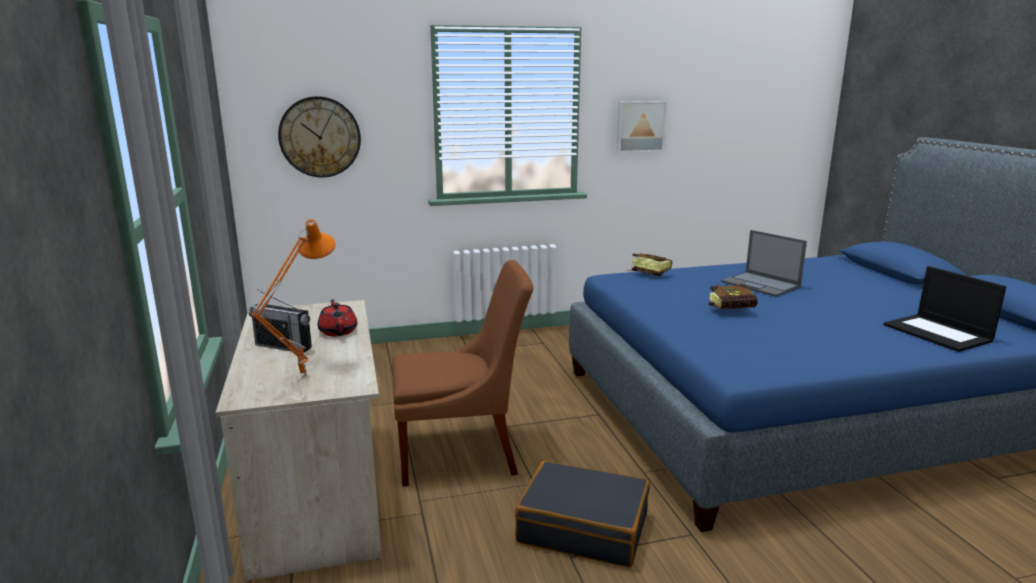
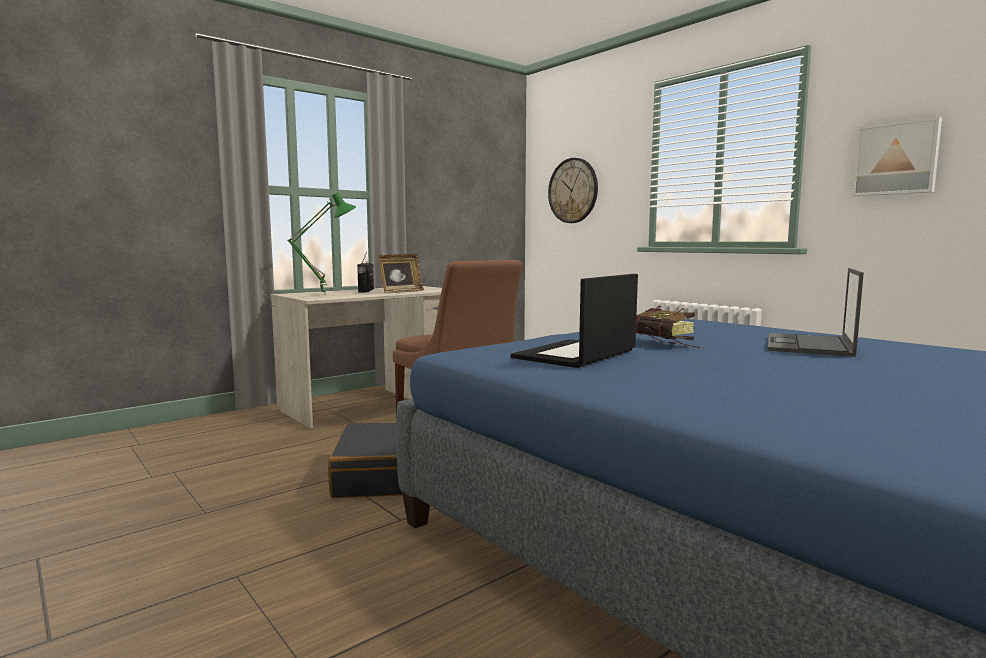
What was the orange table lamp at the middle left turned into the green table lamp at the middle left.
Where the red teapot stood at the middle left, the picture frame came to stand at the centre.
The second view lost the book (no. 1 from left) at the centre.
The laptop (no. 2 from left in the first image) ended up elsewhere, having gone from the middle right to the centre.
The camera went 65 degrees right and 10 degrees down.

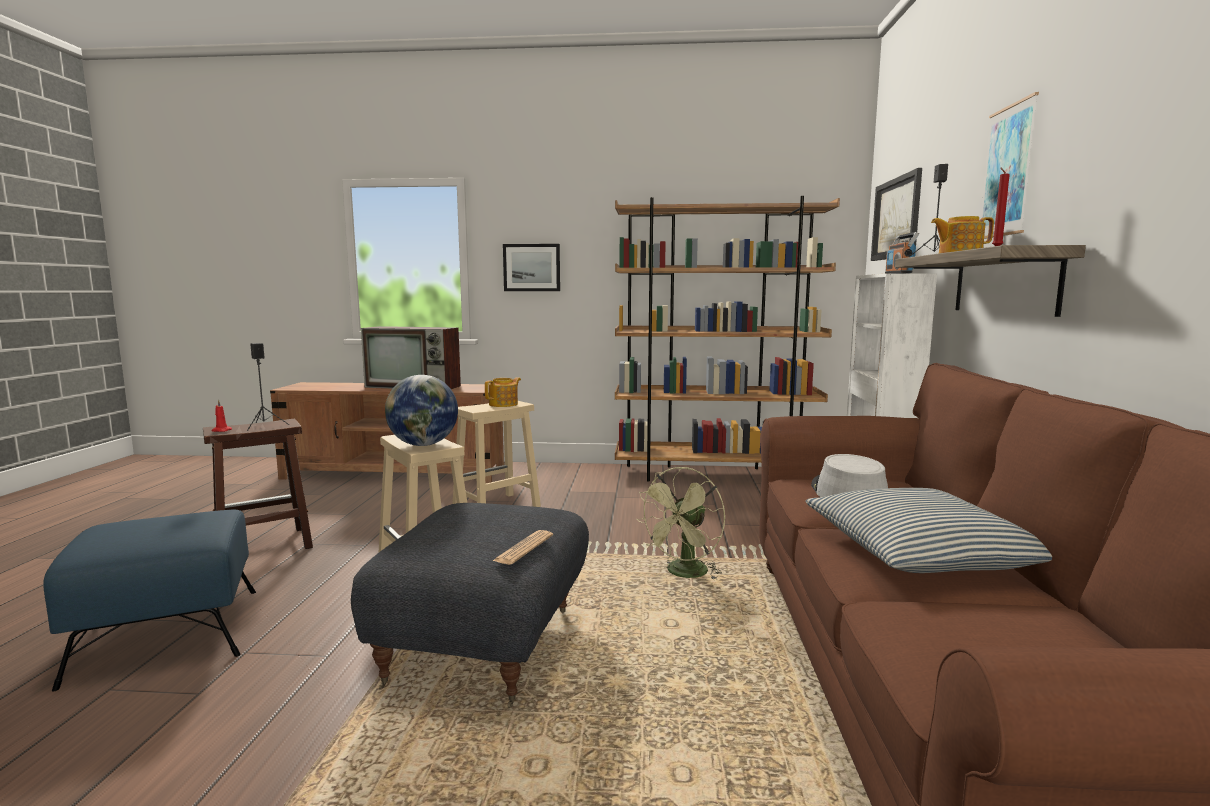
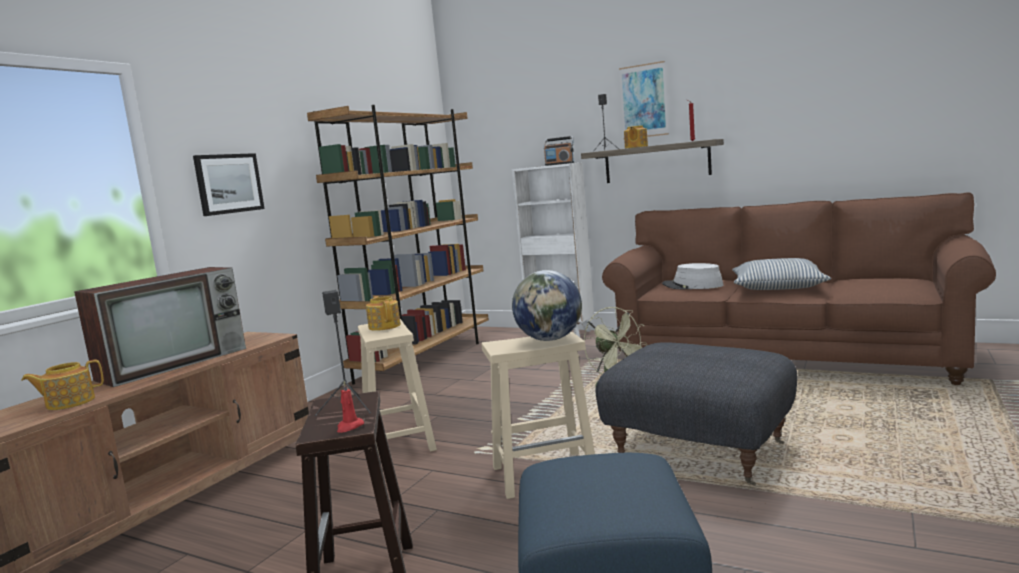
The second view lost the newspaper at the bottom centre.
The second view lost the picture (no. 2 from left) at the top right.
The second view gained the teapot (no. 1 from left) at the bottom left.
The camera went 65 degrees left and 0 degrees up.

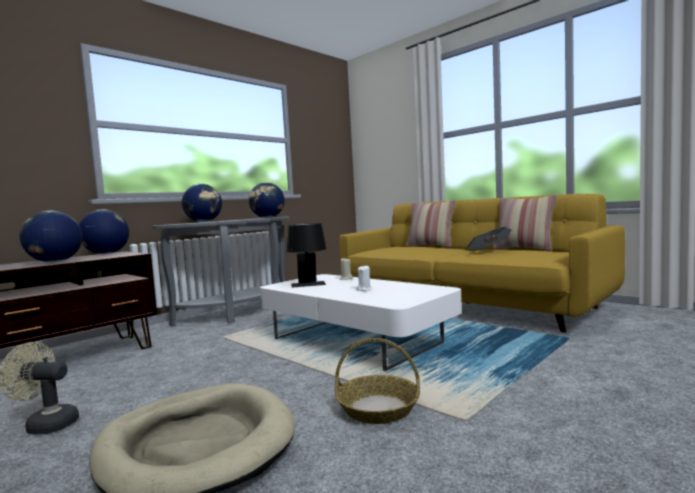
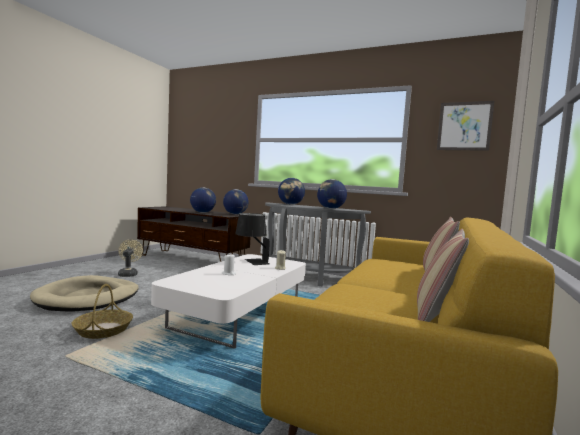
The second view lost the newspaper at the middle right.
The second view gained the picture at the top right.
The camera went 70 degrees right and 0 degrees up.

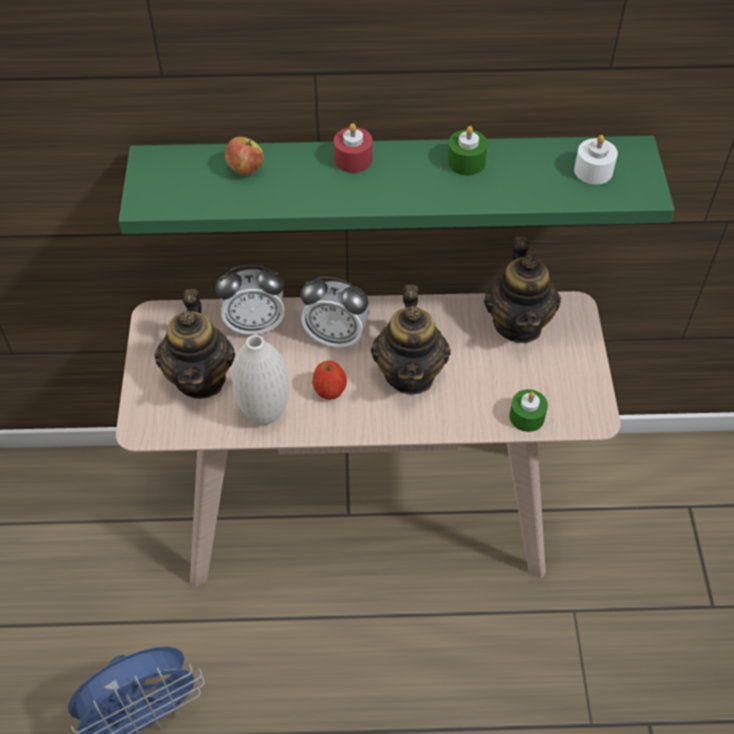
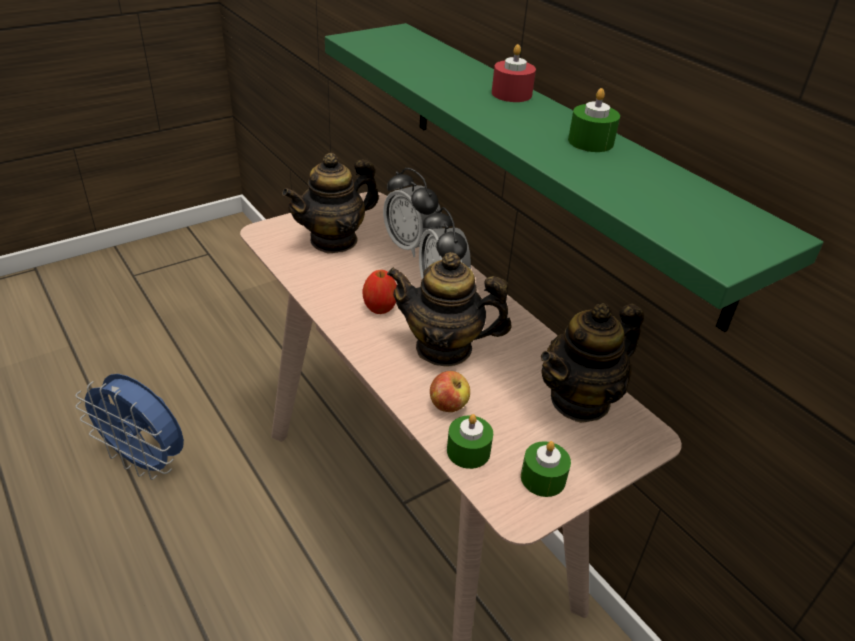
The apple (no. 1 from left in the first image) ended up elsewhere, having gone from the top left to the centre.
The second view lost the white vase at the centre.
The teapot (no. 2 from left) at the centre ended up facing another way, 45 degrees clockwise from before.
The second view lost the white candle at the top right.
The second view gained the green candle (no. 2 from left) at the bottom centre.
The camera went 55 degrees right and 15 degrees down.

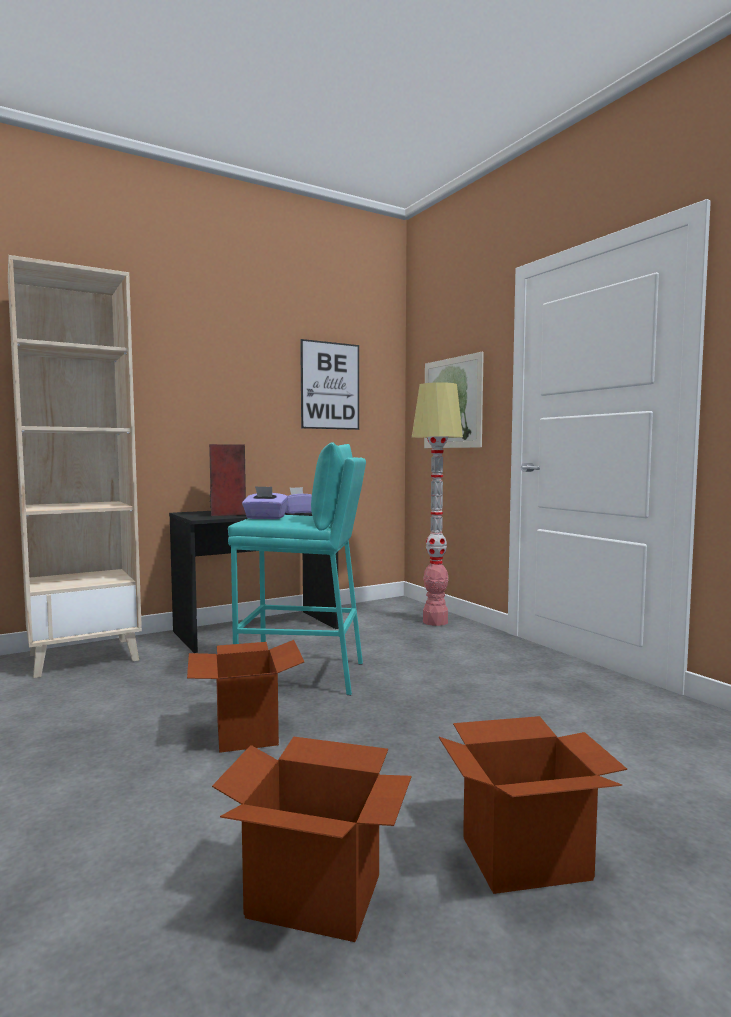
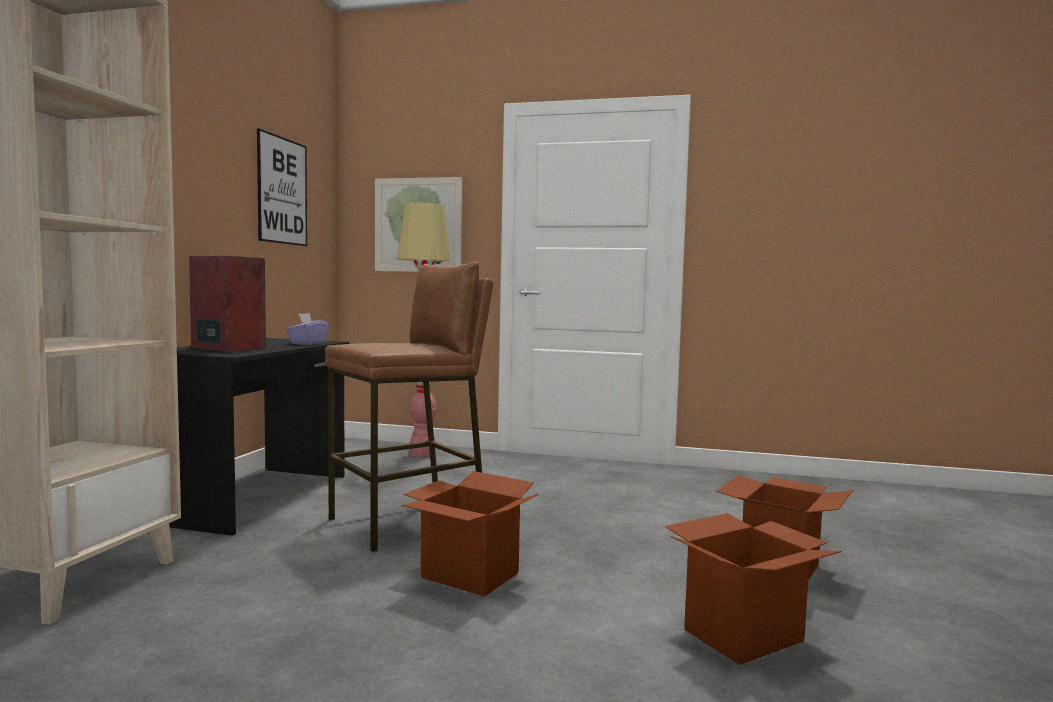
What was the turquoise stool at the centre turned into the brown stool at the centre.
The second view lost the purple tissue box (no. 1 from left) at the centre.
The camera went 45 degrees left and 0 degrees up.

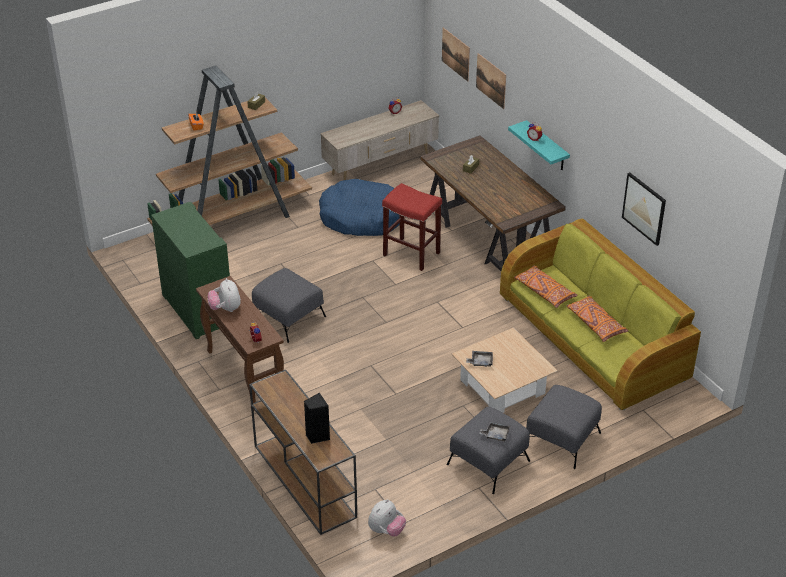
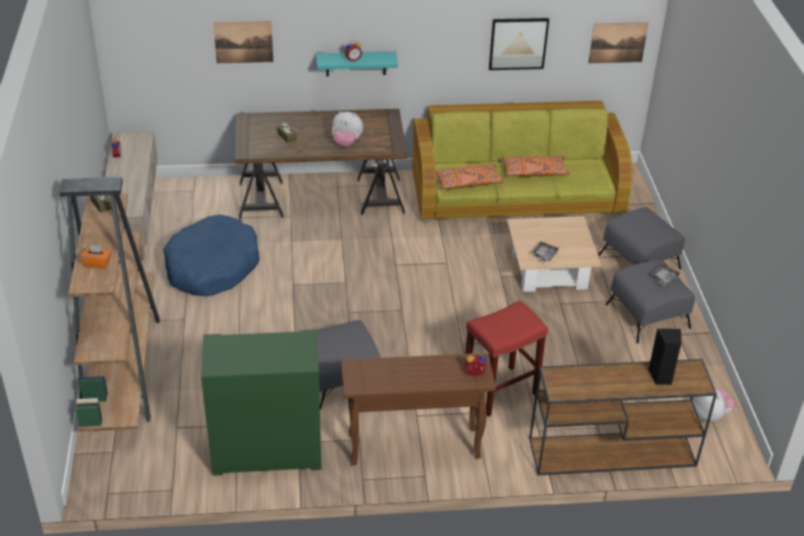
The plush toy (no. 1 from left) ended up elsewhere, having gone from the middle left to the top centre.
The red stool ended up elsewhere, having gone from the centre to the bottom centre.
The picture (no. 1 from left in the first image) ended up elsewhere, having gone from the top centre to the top right.
The camera went 65 degrees left and 0 degrees up.

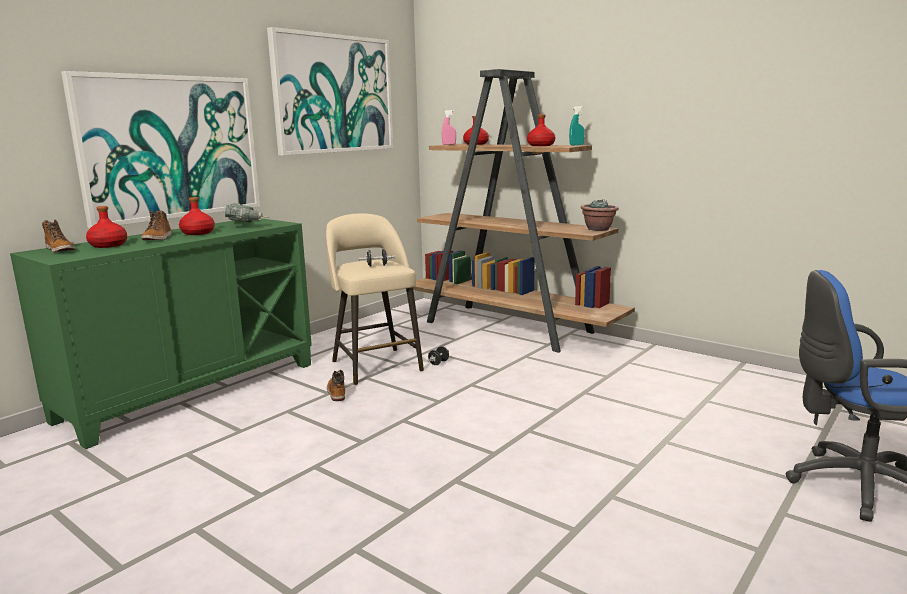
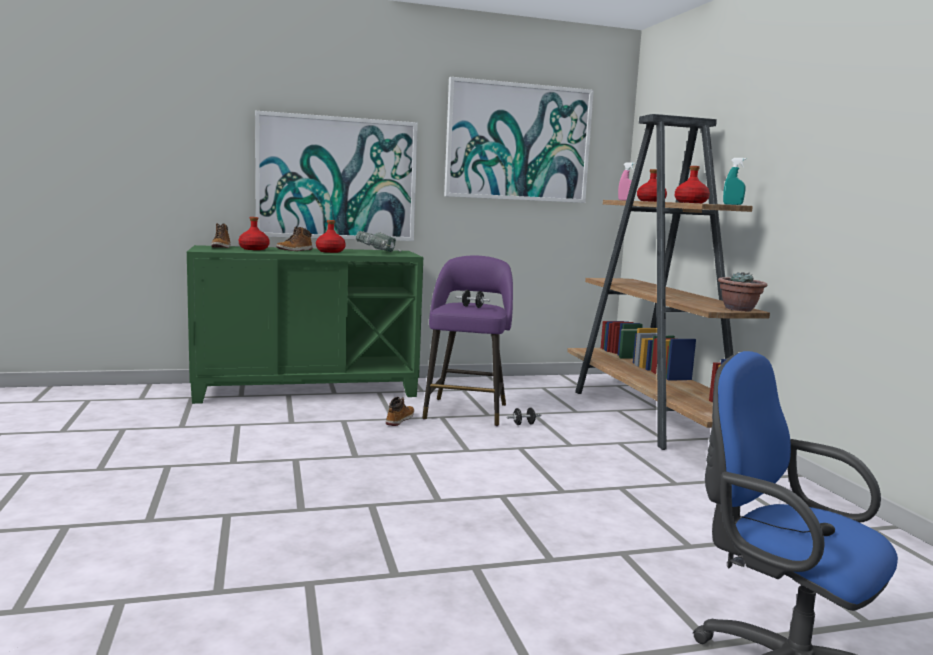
What was the beige stool at the centre turned into the purple stool at the centre.
The camera went 35 degrees right and 5 degrees down.

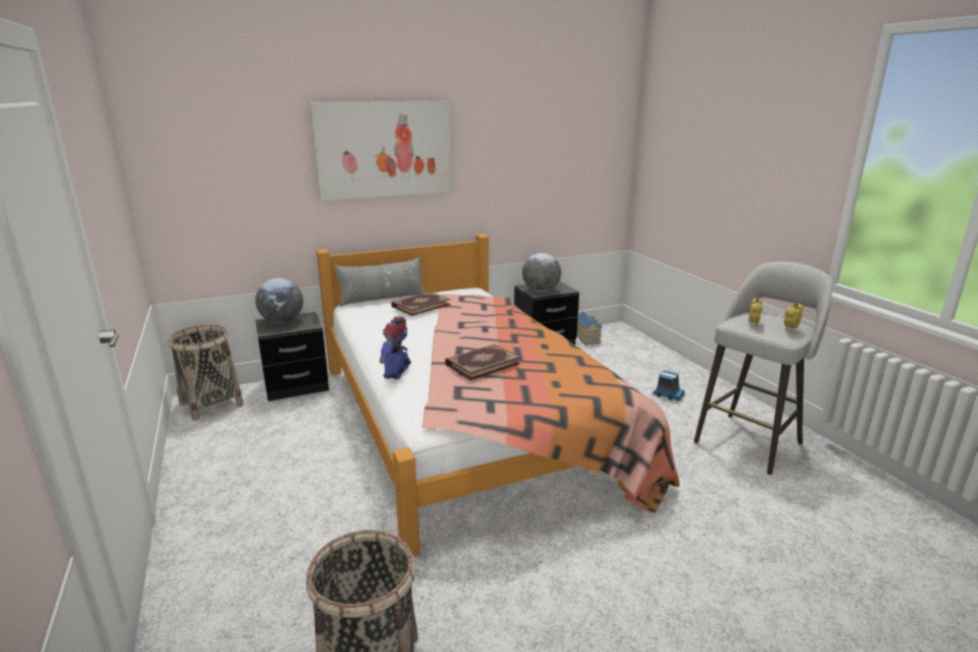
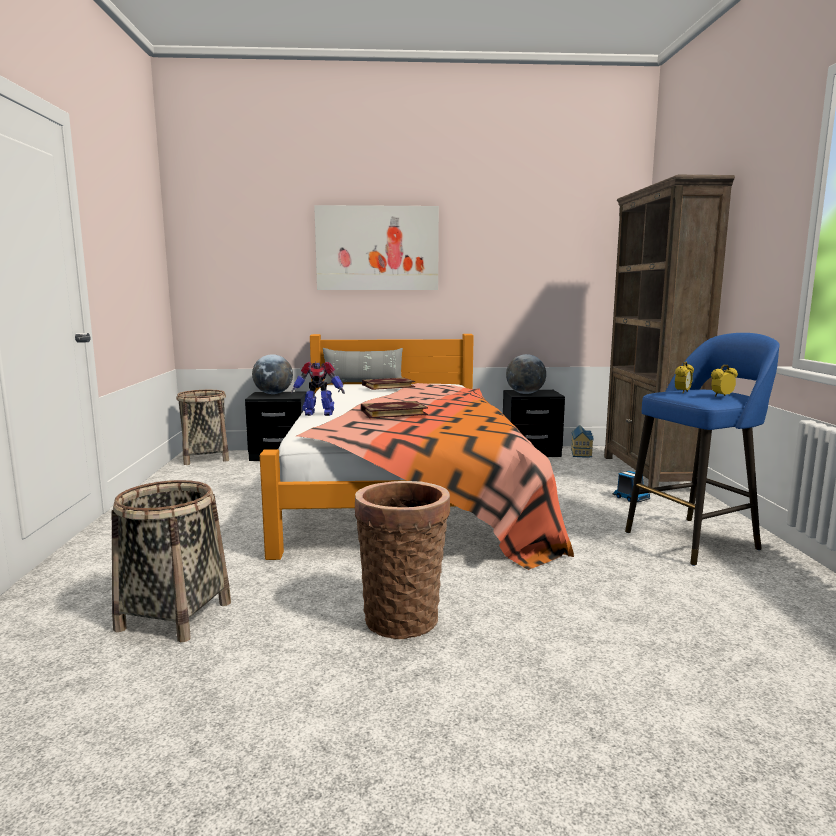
The toy robot at the centre ended up facing another way, 120 degrees counterclockwise from before.
What was the grey stool at the middle right turned into the blue stool at the middle right.
The second view gained the basket (no. 3 from left) at the bottom centre.
The second view gained the brown bookcase at the middle right.
The camera went 20 degrees right and 10 degrees down.

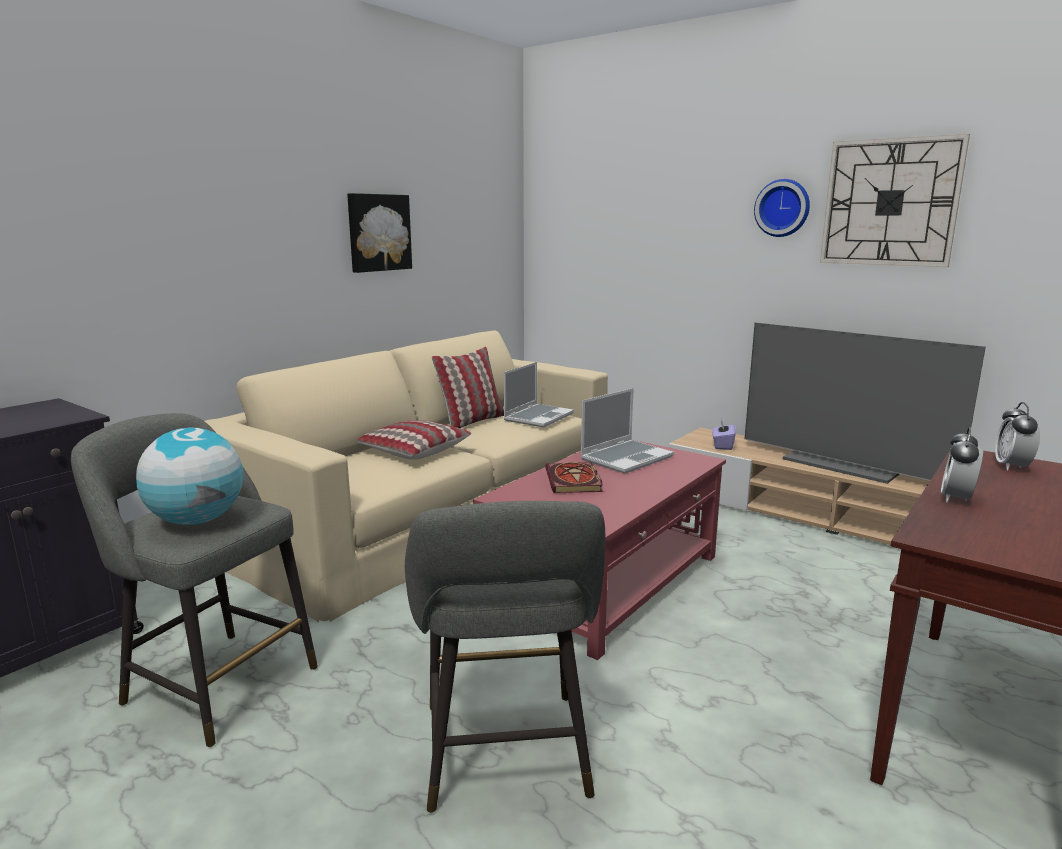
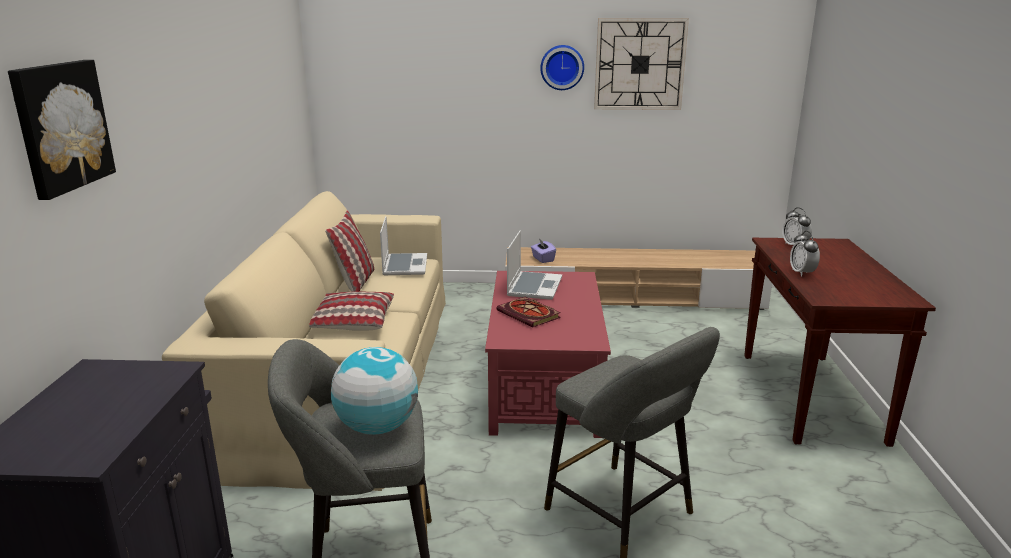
The picture ended up elsewhere, having gone from the top centre to the top left.
The second view lost the television at the middle right.
The camera went 35 degrees left and 5 degrees up.

